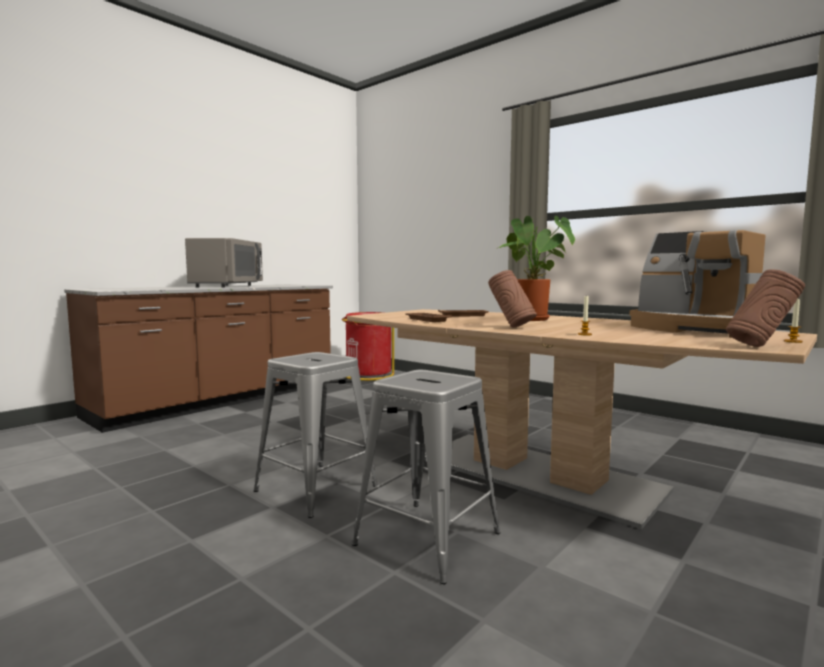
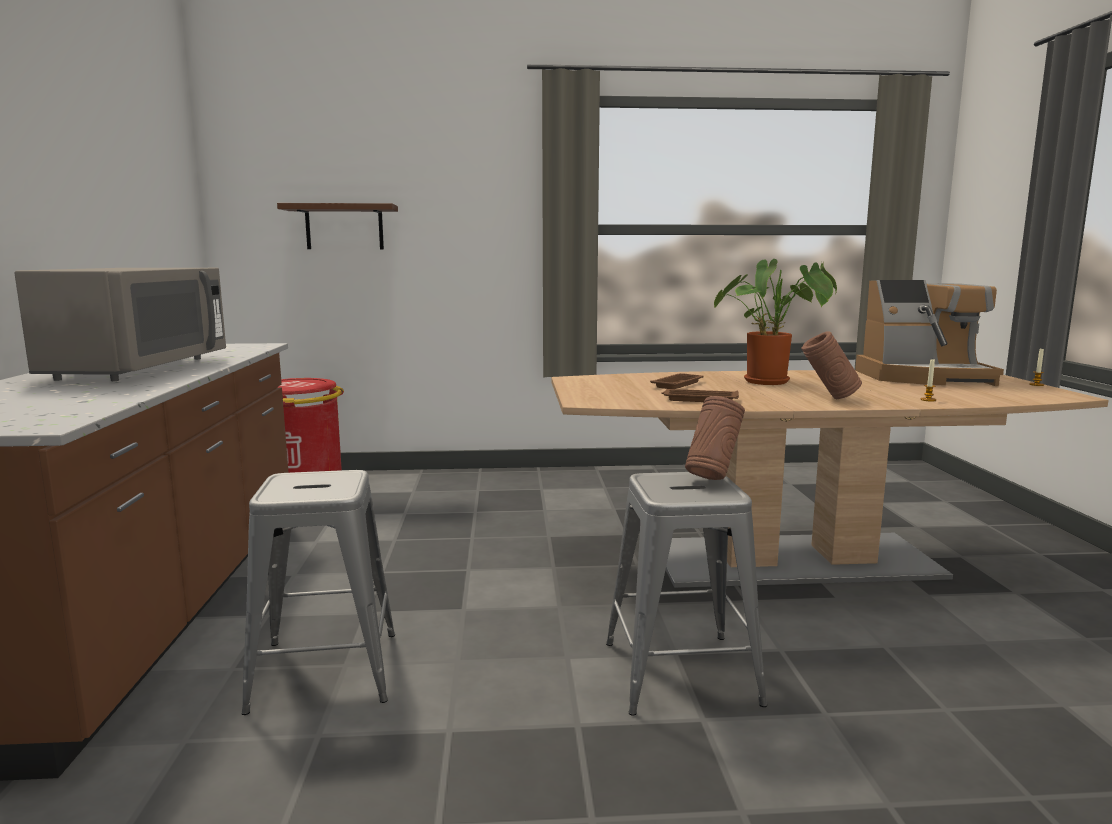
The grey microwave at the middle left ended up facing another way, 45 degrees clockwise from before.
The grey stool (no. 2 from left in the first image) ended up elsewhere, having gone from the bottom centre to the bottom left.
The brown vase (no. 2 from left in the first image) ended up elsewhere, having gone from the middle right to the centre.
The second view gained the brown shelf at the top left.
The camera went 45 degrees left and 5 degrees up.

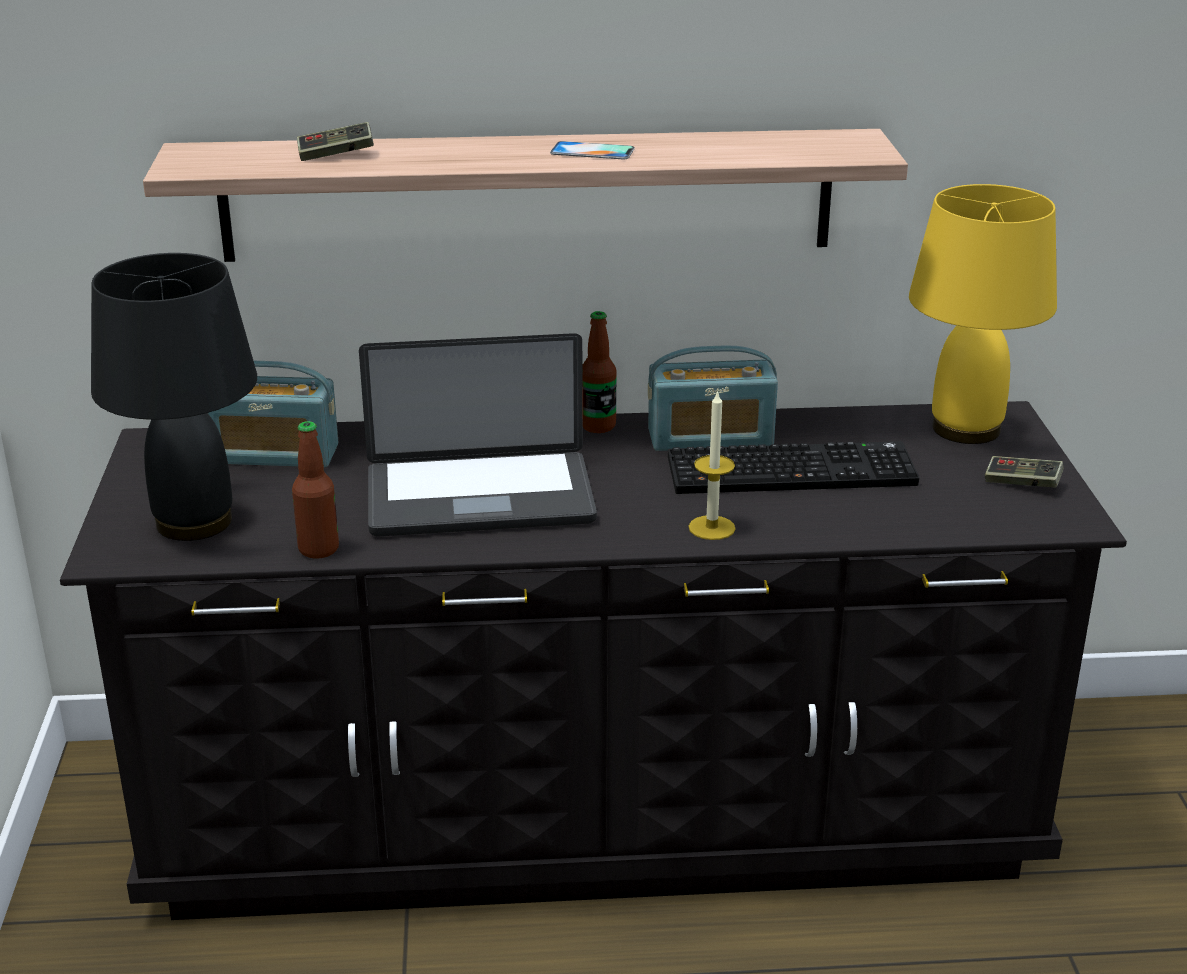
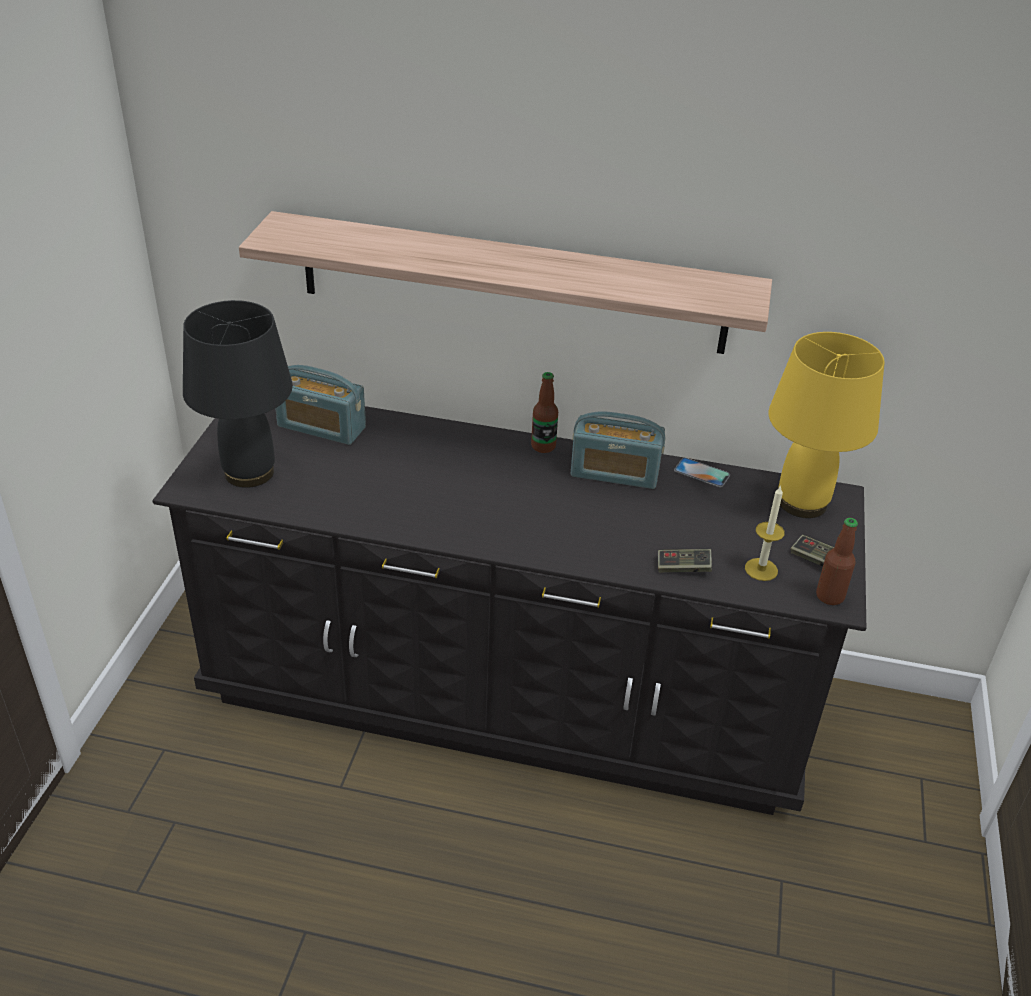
The bottle (no. 1 from left in the first image) ended up elsewhere, having gone from the middle left to the middle right.
The game controller (no. 1 from left) ended up elsewhere, having gone from the top left to the centre.
The second view lost the laptop at the centre.
The phone ended up elsewhere, having gone from the top centre to the middle right.
The second view lost the keyboard at the middle right.
The candle ended up elsewhere, having gone from the centre to the middle right.
The camera went 15 degrees right and 10 degrees up.

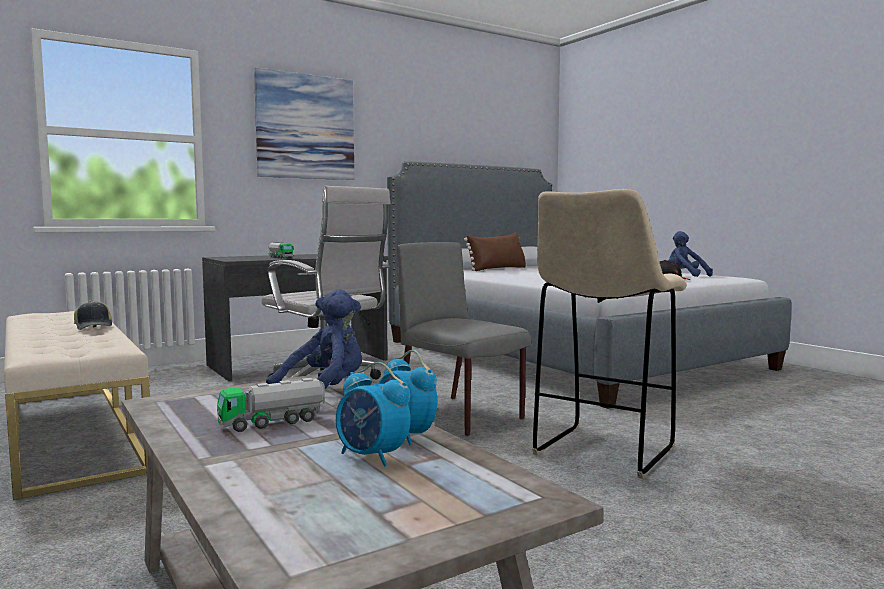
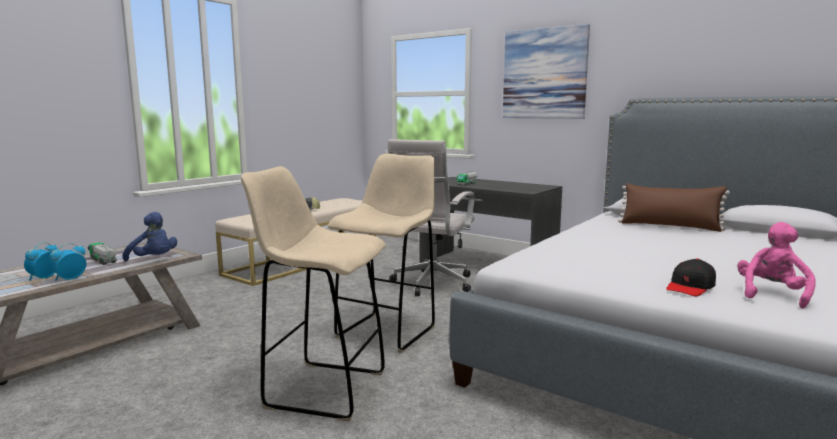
Where the grey chair stood at the centre, the beige stool (no. 2 from left) came to stand at the centre.
What was the blue plush toy (no. 2 from left) at the middle right turned into the pink plush toy at the middle right.
The camera went 70 degrees right and 5 degrees up.

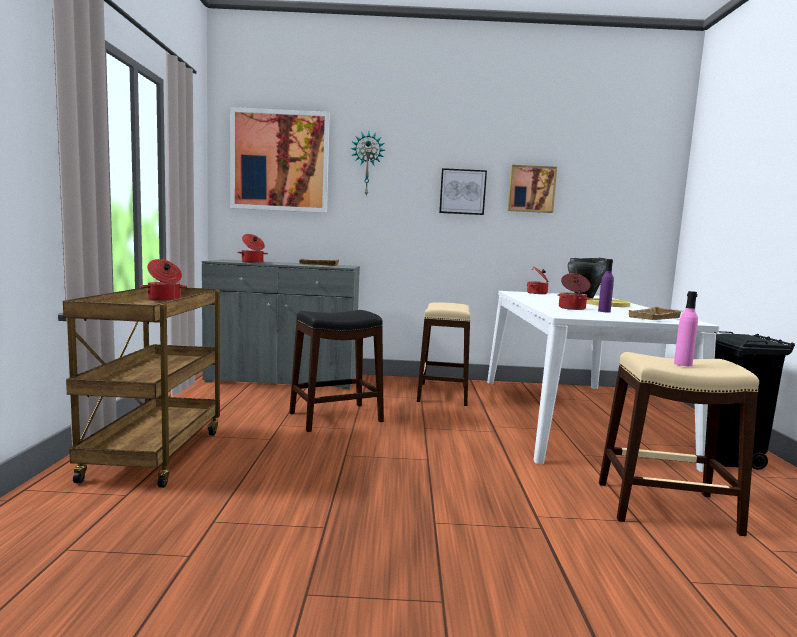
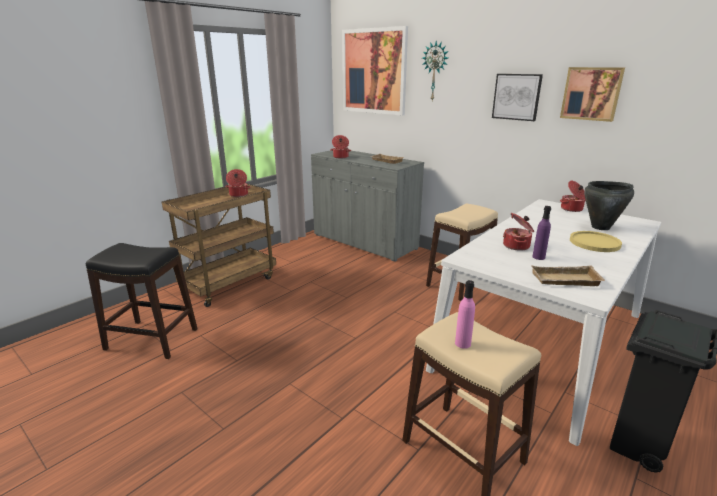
The black stool ended up elsewhere, having gone from the centre to the middle left.
The camera went 40 degrees right and 15 degrees up.

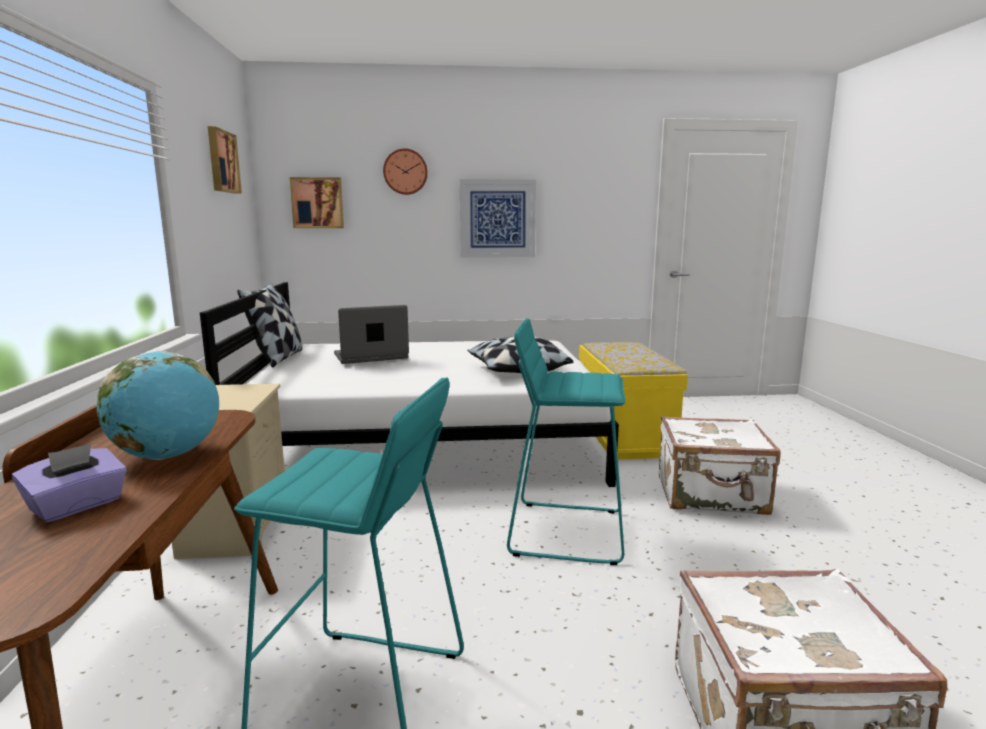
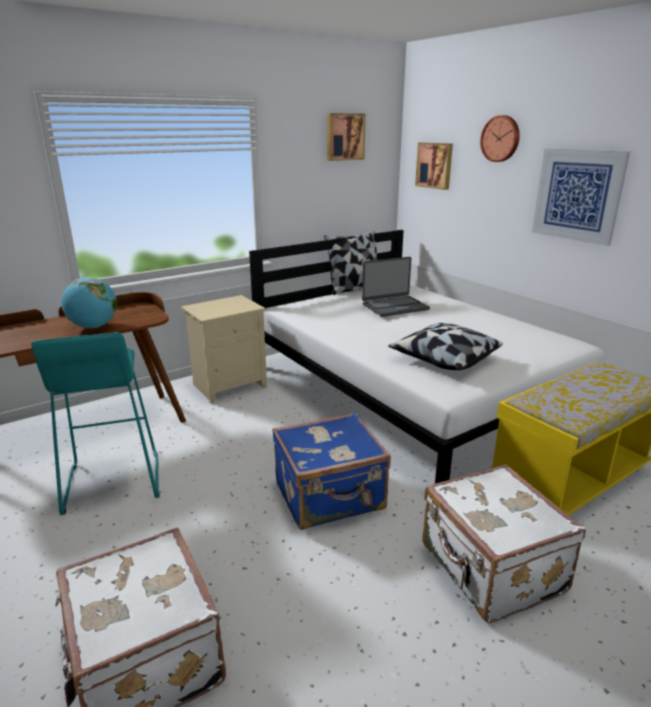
The second view lost the purple tissue box at the middle left.
The laptop at the centre ended up facing another way, 120 degrees clockwise from before.
Where the turquoise stool (no. 2 from left) stood at the centre, the blue suitcase came to stand at the centre.
The camera went 60 degrees right and 10 degrees up.

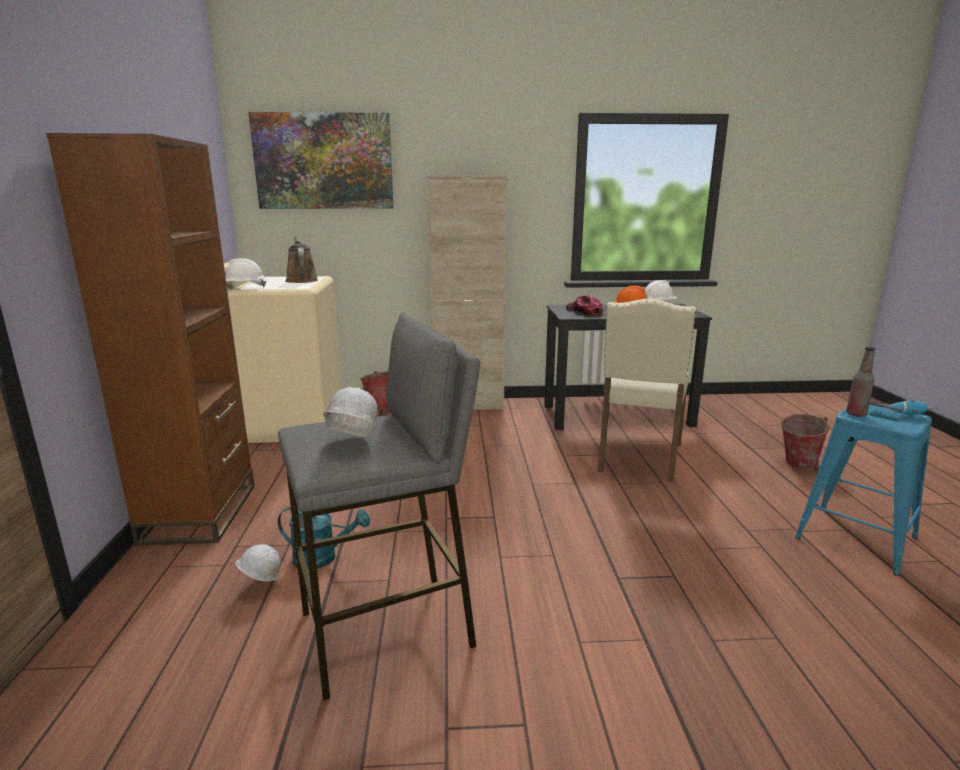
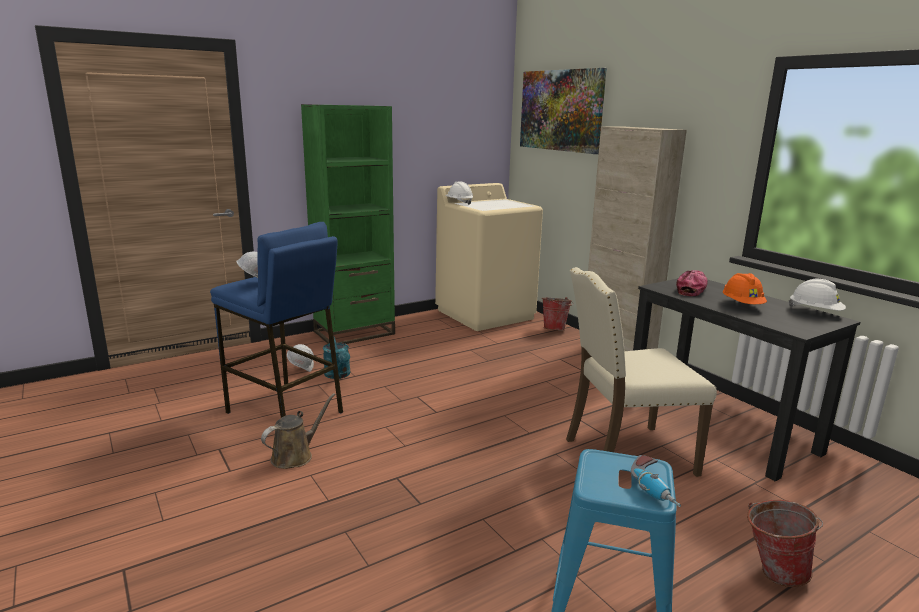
What was the brown bookcase at the middle left turned into the green bookcase at the centre.
What was the grey stool at the centre turned into the blue stool (no. 1 from left) at the middle left.
The brown watering can ended up elsewhere, having gone from the middle left to the bottom left.
The second view lost the bottle at the middle right.
The camera went 60 degrees right and 0 degrees up.

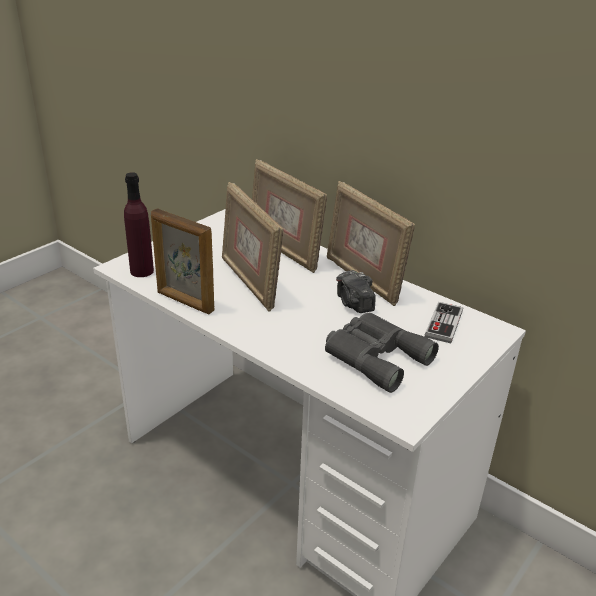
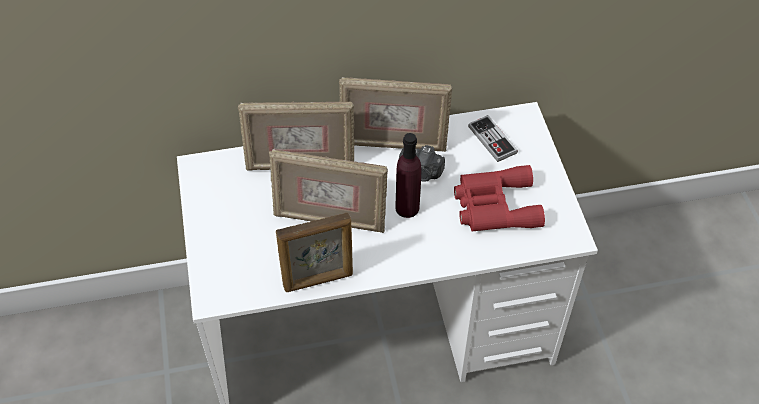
The purple bottle ended up elsewhere, having gone from the middle left to the centre.
What was the grey binoculars at the centre turned into the red binoculars at the centre.
The camera went 50 degrees left and 20 degrees up.

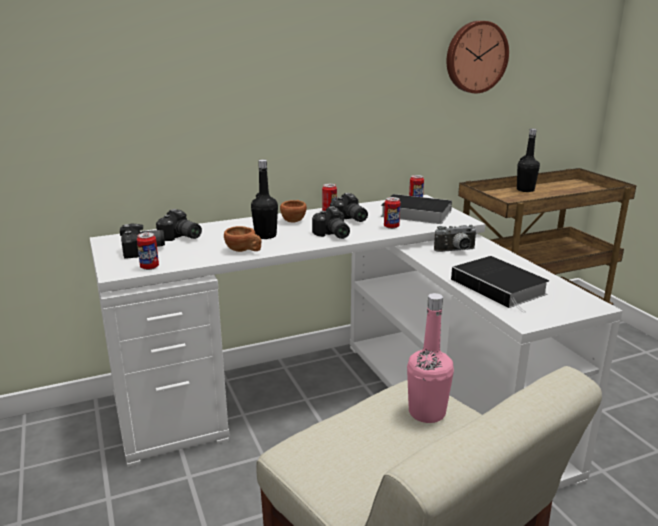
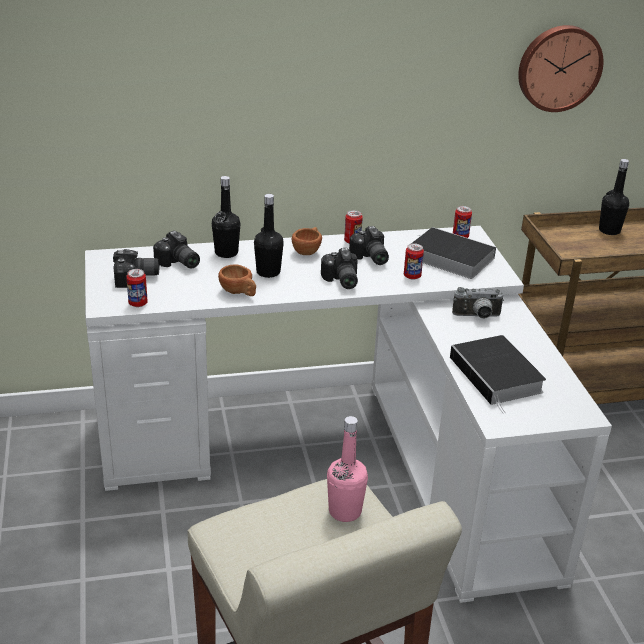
The second view gained the black bottle (no. 1 from left) at the centre.
The camera went 10 degrees right and 10 degrees up.

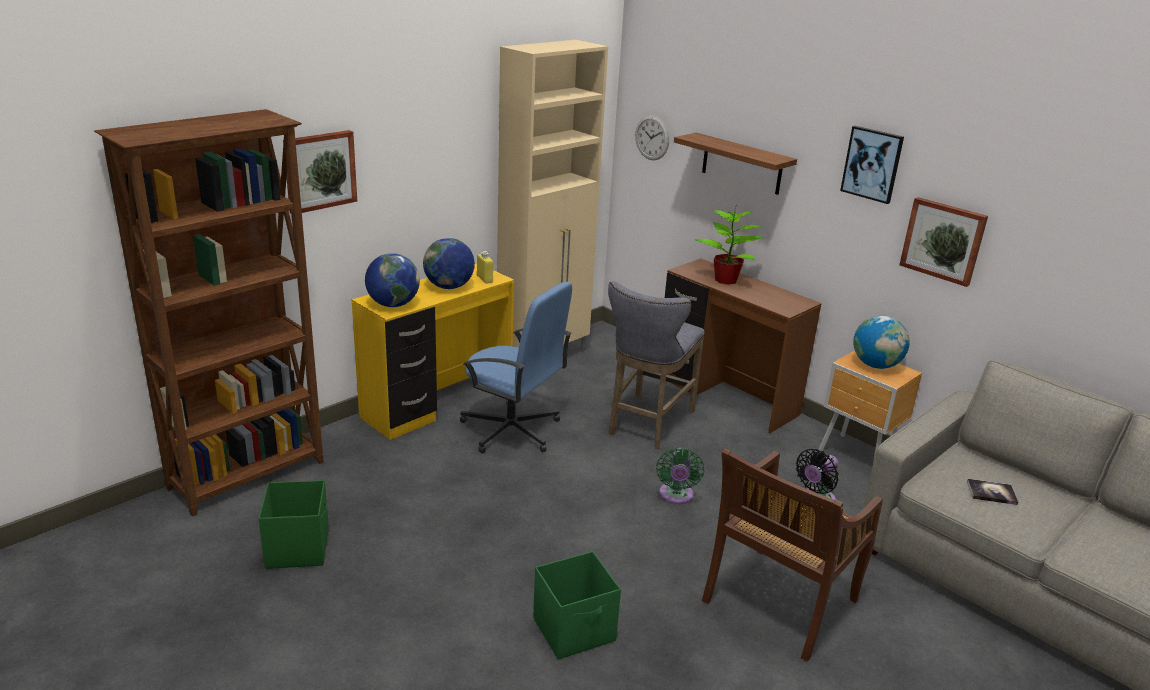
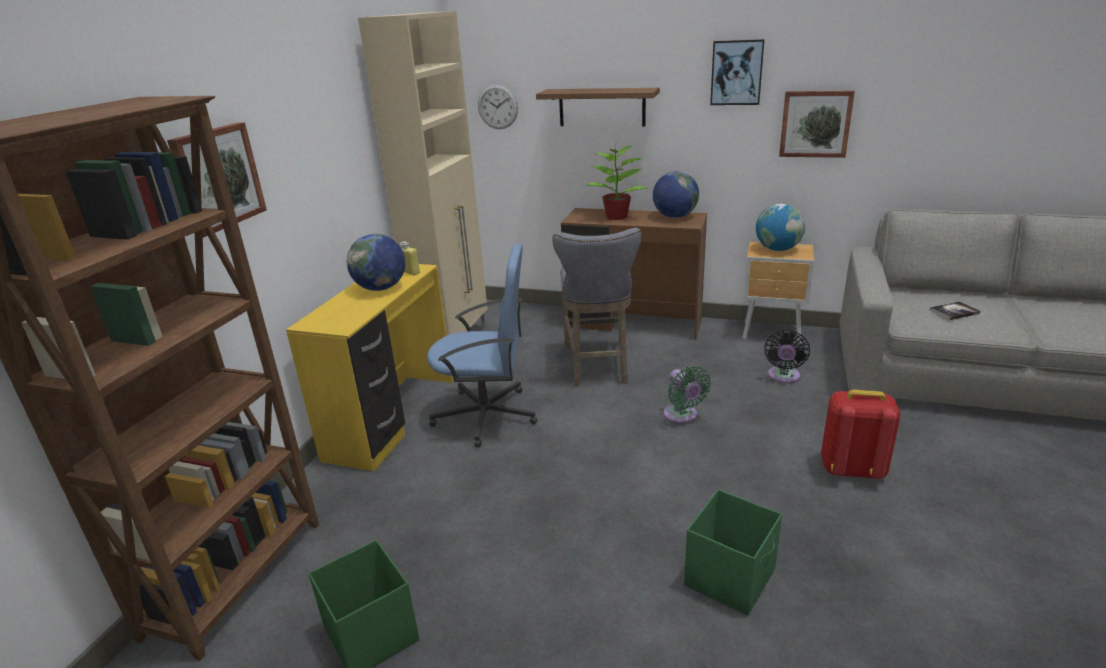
The globe (no. 1 from left in the first image) ended up elsewhere, having gone from the centre to the top centre.
Where the brown chair stood at the bottom right, the red backpack came to stand at the middle right.
The camera went 25 degrees left and 0 degrees up.

